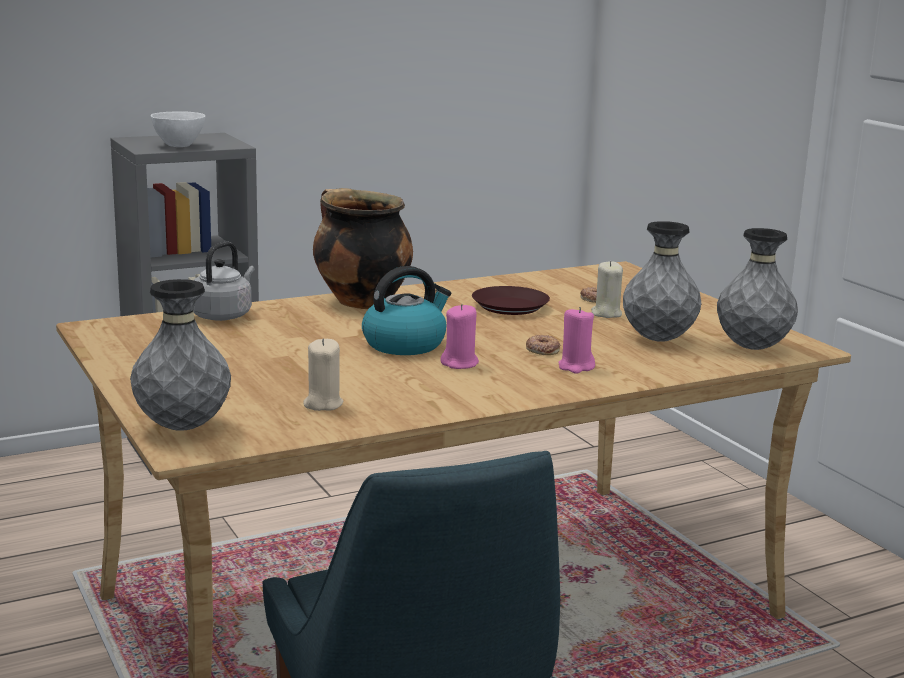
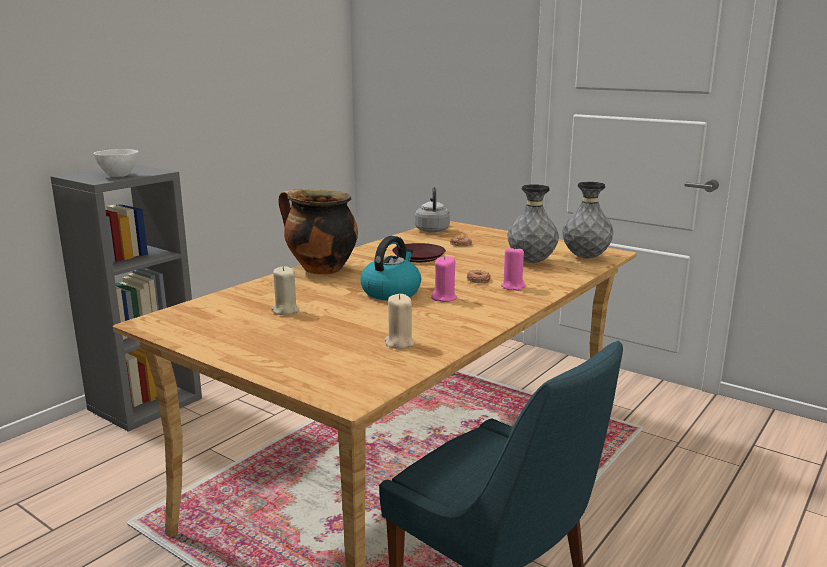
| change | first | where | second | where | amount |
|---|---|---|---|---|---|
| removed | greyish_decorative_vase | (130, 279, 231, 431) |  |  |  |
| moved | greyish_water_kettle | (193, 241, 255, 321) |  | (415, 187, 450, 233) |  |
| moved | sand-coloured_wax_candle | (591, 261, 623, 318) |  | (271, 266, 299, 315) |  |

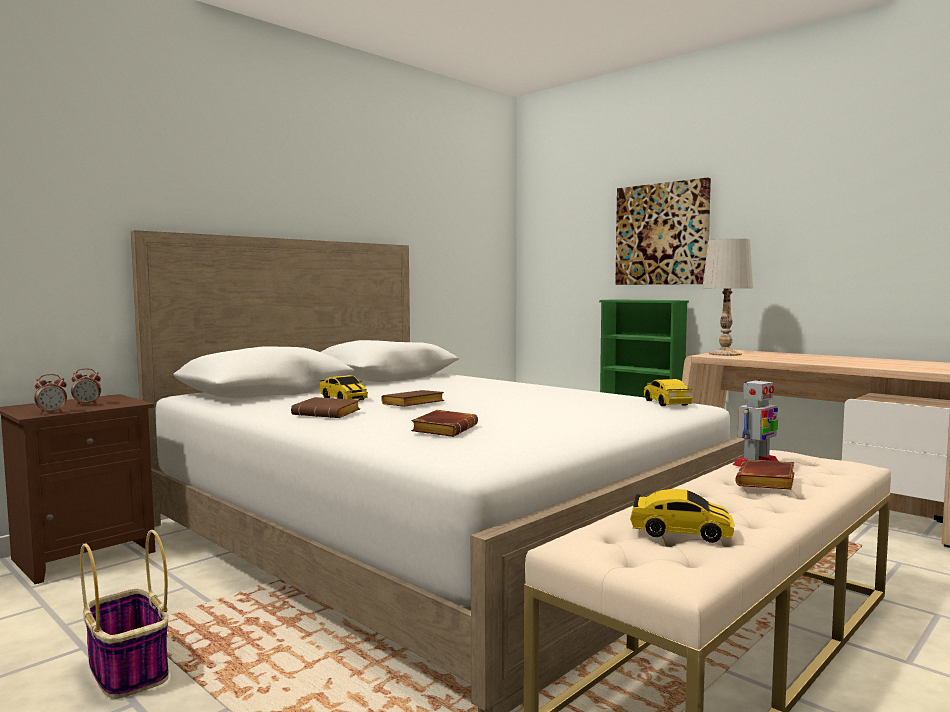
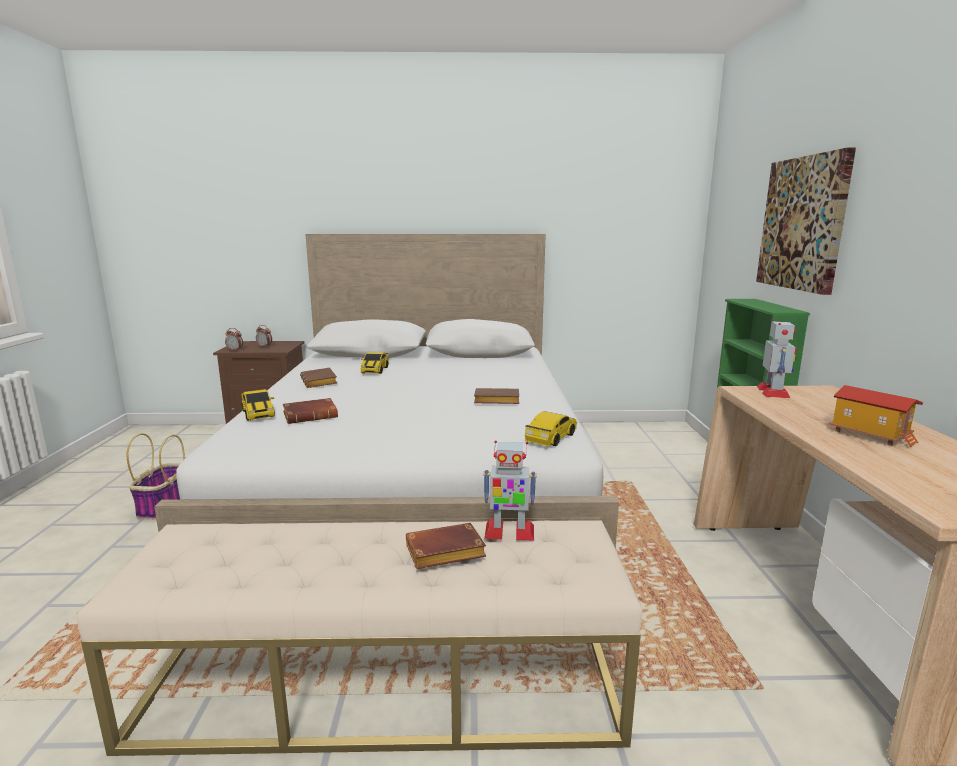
| change | first | where | second | where | amount |
|---|---|---|---|---|---|
| added |  |  | toy_house | (829, 385, 923, 447) |  |
| moved | brownish_volume | (381, 390, 444, 407) |  | (474, 388, 519, 404) |  |
| moved | model_car | (630, 489, 734, 543) |  | (241, 389, 275, 421) |  |
| replaced | white-coloured_table_lamp | (702, 239, 753, 356) | model_robot | (757, 319, 797, 398) |  |

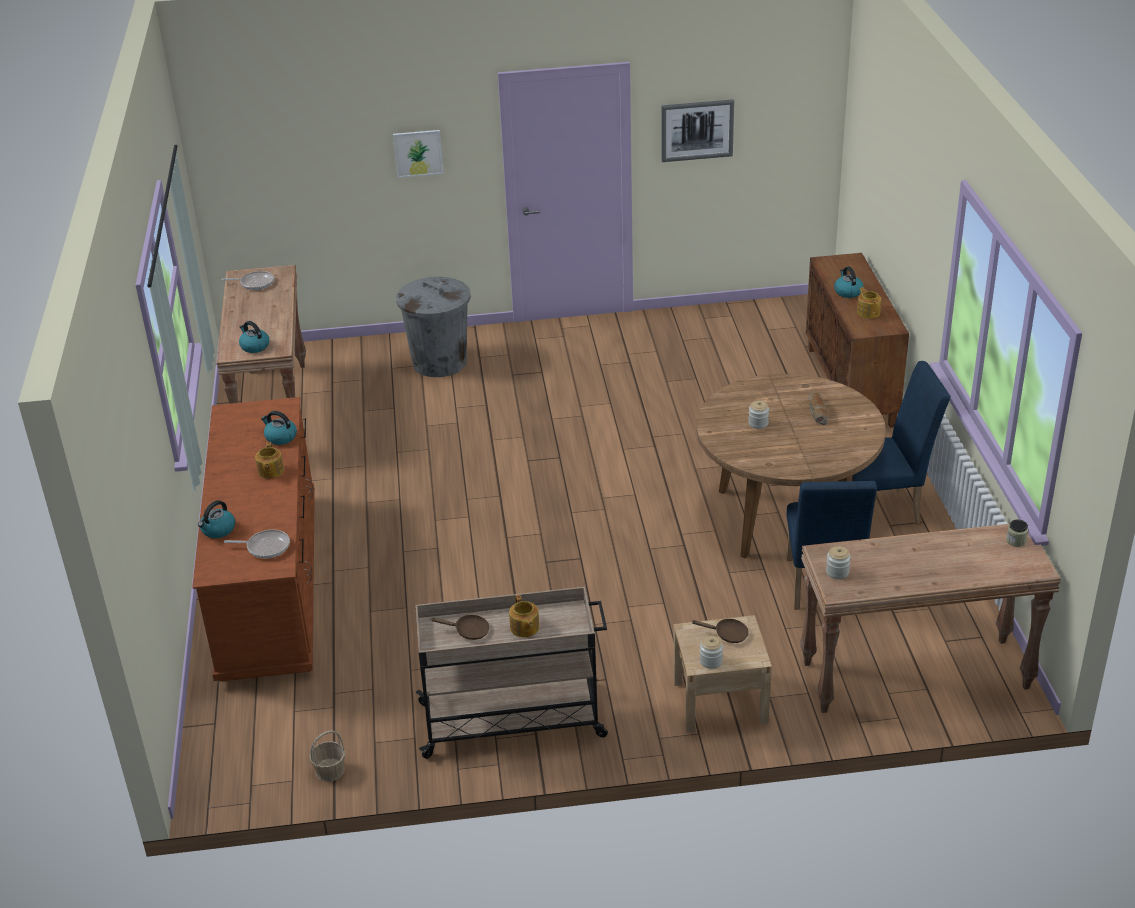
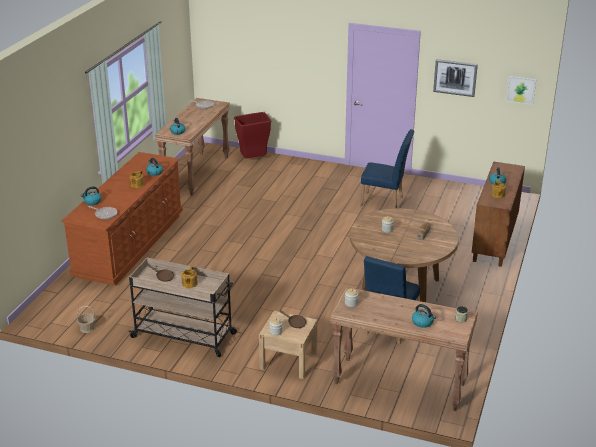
| change | first | where | second | where | amount |
|---|---|---|---|---|---|
| removed | greyish_waste_bin | (396, 277, 471, 377) |  |  |  |
| added |  |  | reddish_waste_bin | (234, 112, 271, 158) |  |
| added |  |  | water_kettle | (412, 304, 436, 328) |  |
| moved | wall_art | (393, 130, 443, 178) |  | (506, 76, 536, 105) |  |
| moved | blue-coloured_chair | (834, 361, 951, 525) |  | (360, 129, 414, 208) |  |

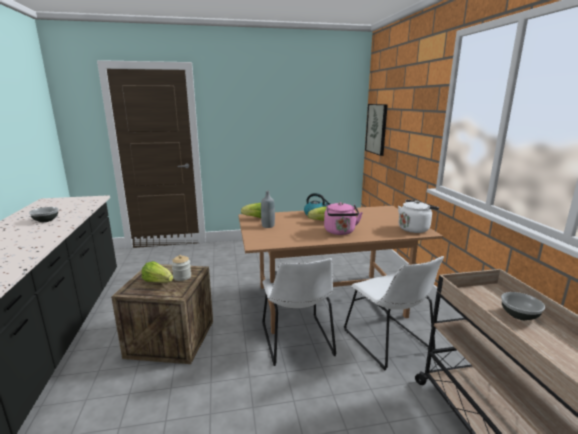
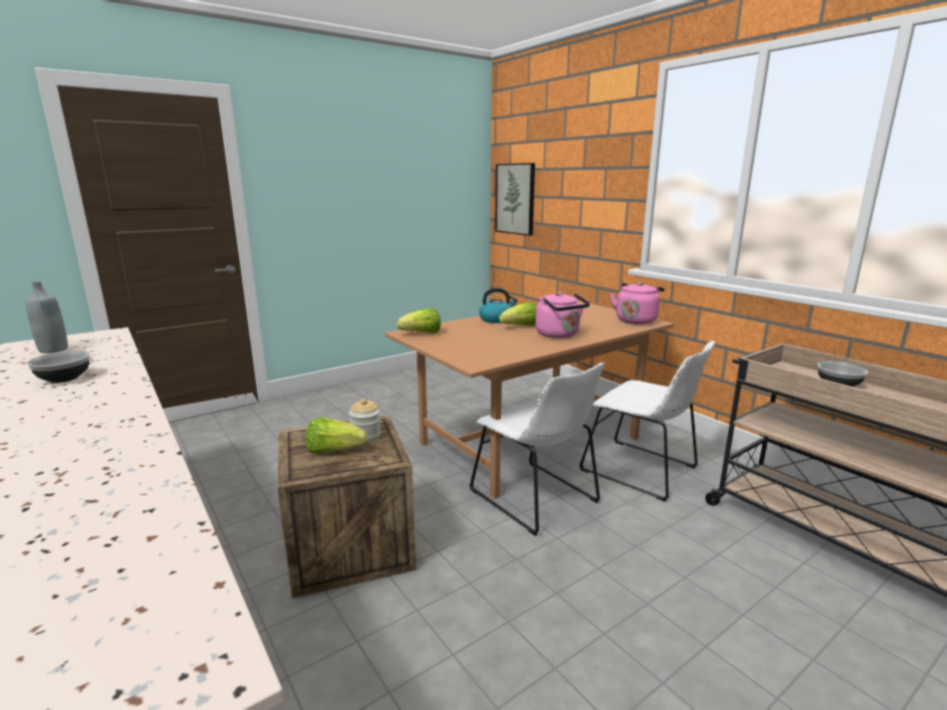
| change | first | where | second | where | amount |
|---|---|---|---|---|---|
| moved | greyish_drink_bottle | (261, 191, 275, 228) |  | (26, 281, 68, 353) |  |
| recoloured | white-coloured_water_kettle | (398, 199, 439, 233) | pinkish_water_kettle | (610, 282, 665, 324) |  |

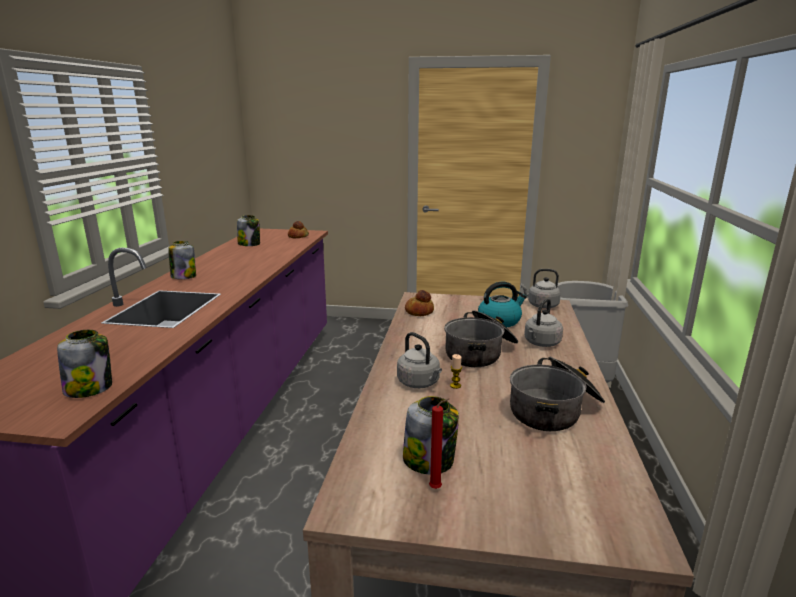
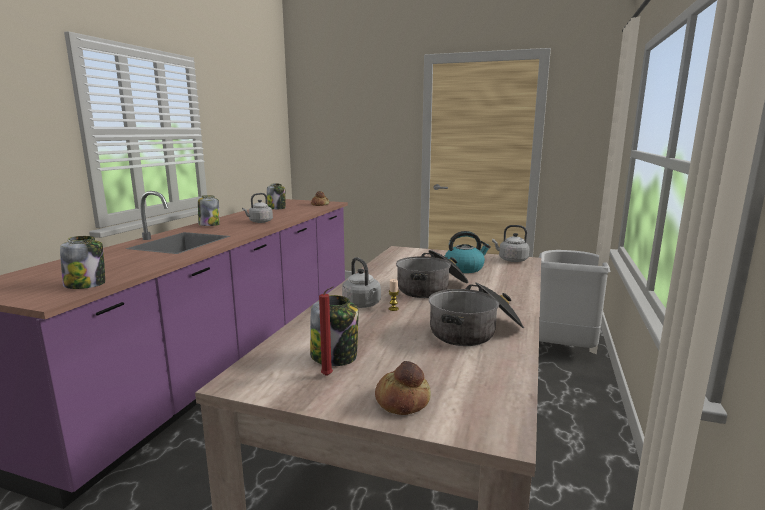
| change | first | where | second | where | amount |
|---|---|---|---|---|---|
| moved | baked_bread | (405, 290, 434, 316) |  | (375, 361, 431, 415) |  |
| moved | greyish_water_kettle | (524, 298, 563, 347) |  | (242, 193, 273, 223) |  |

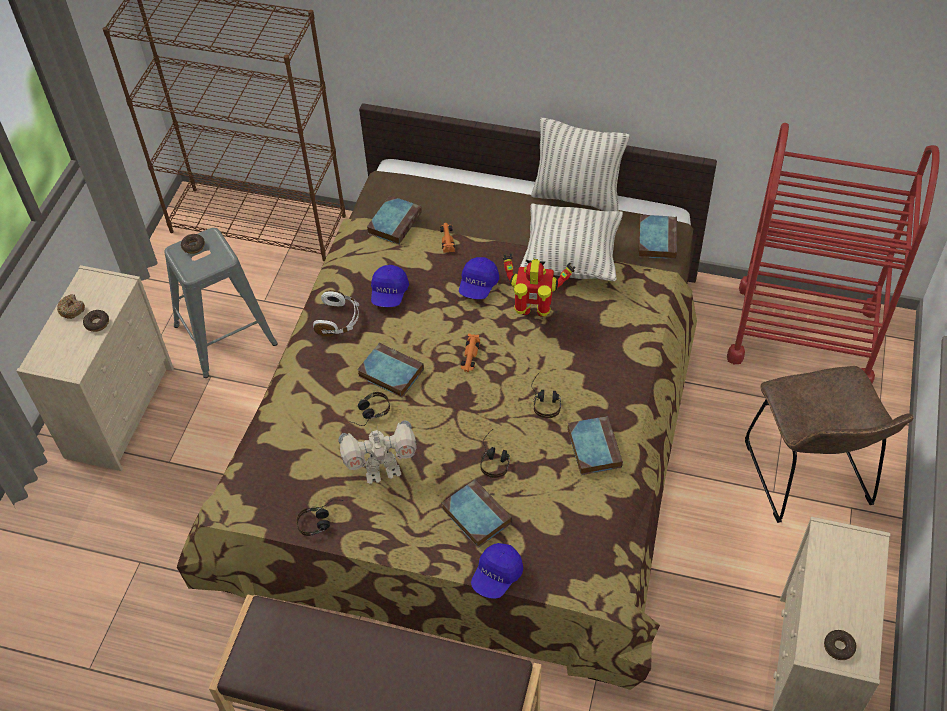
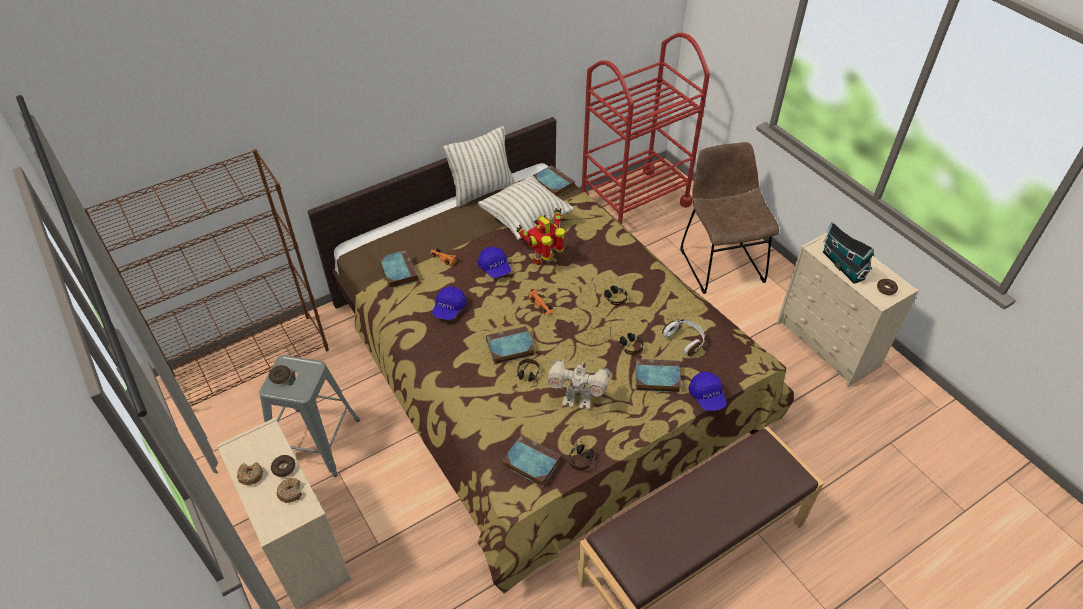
| change | first | where | second | where | amount |
|---|---|---|---|---|---|
| added |  |  | ring_doughnut | (277, 478, 302, 503) |  |
| added |  |  | toy_house | (823, 222, 874, 284) |  |
| moved | white-coloured_headphones | (313, 290, 359, 337) |  | (662, 319, 706, 356) |  |
| moved | volume | (567, 416, 623, 475) |  | (503, 435, 561, 487) |  |
| turned | model_robot | (339, 420, 417, 484) |  | (547, 359, 610, 409) | 75 degrees clockwise |
| turned | blue-coloured_peaked_cap | (371, 265, 409, 307) |  | (432, 287, 467, 320) | 60 degrees clockwise |
| turned | brownish_chair | (745, 366, 914, 523) |  | (680, 142, 779, 294) | 135 degrees counterclockwise |

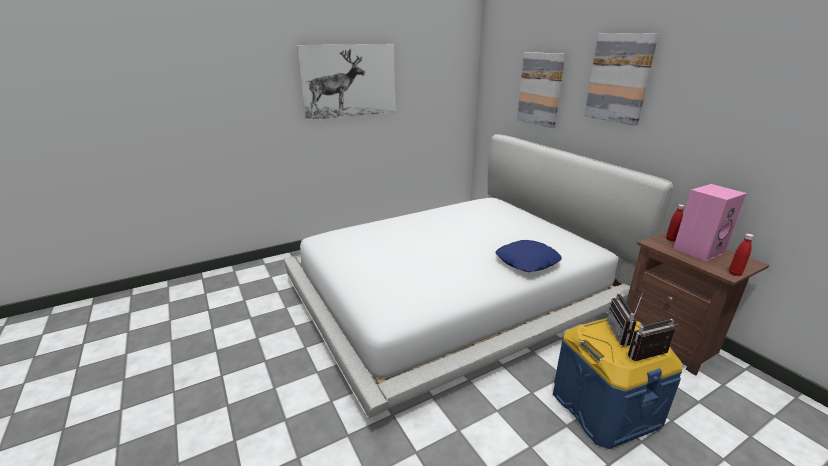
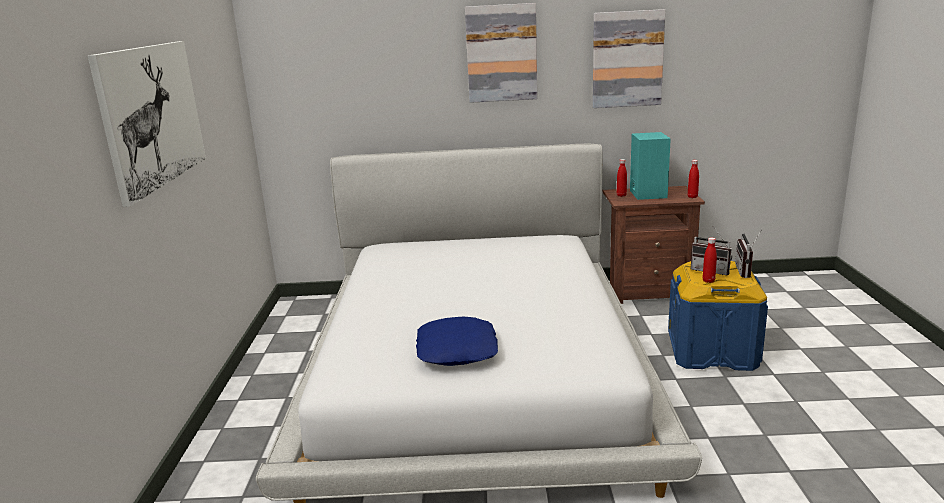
| change | first | where | second | where | amount |
|---|---|---|---|---|---|
| added |  |  | reddish_drink_bottle | (703, 238, 717, 283) |  |
| moved | blue-coloured_cushion | (496, 240, 562, 272) |  | (416, 317, 498, 366) |  |
| moved | wall_art | (517, 52, 565, 128) |  | (593, 9, 665, 108) |  |
| recoloured | pinkish_audio_speaker | (673, 184, 747, 261) | blue-green_audio_speaker | (630, 132, 671, 200) |  |

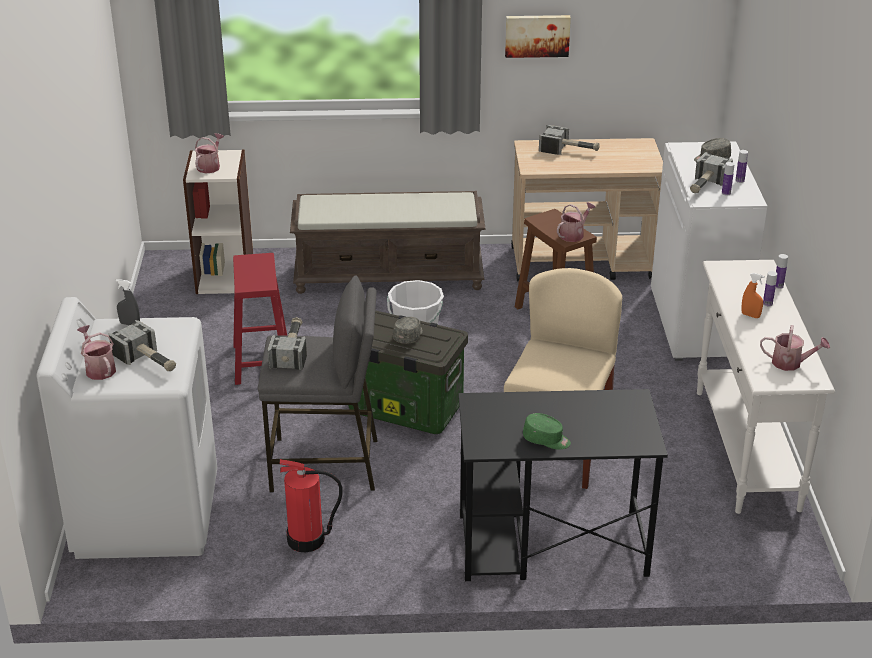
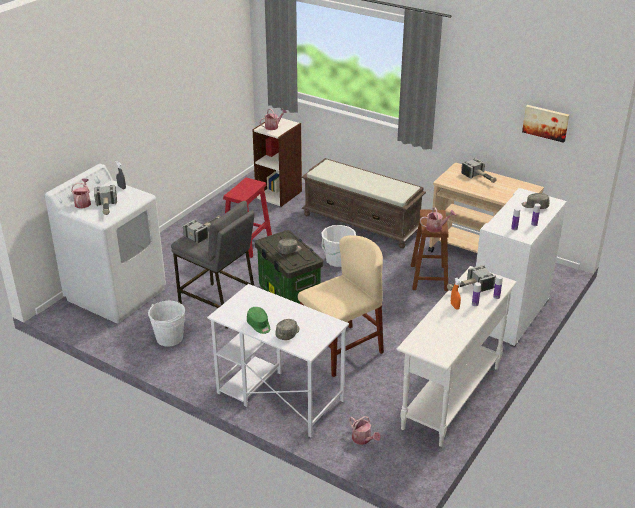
| change | first | where | second | where | amount |
|---|---|---|---|---|---|
| added |  |  | greyish_peaked_cap | (275, 319, 299, 340) |  |
| moved | wall_art | (505, 15, 571, 58) |  | (522, 105, 569, 143) |  |
| moved | hammer | (690, 152, 733, 193) |  | (447, 265, 496, 292) |  |
| moved | watering_can | (760, 325, 830, 371) |  | (349, 416, 381, 445) |  |
| replaced | fire-fighting_cylinder | (280, 459, 342, 552) | white-coloured_pail | (148, 301, 185, 347) |  |
| recoloured | black-coloured_desk_unit | (458, 389, 668, 581) | white-coloured_desk_unit | (207, 284, 349, 437) |  |

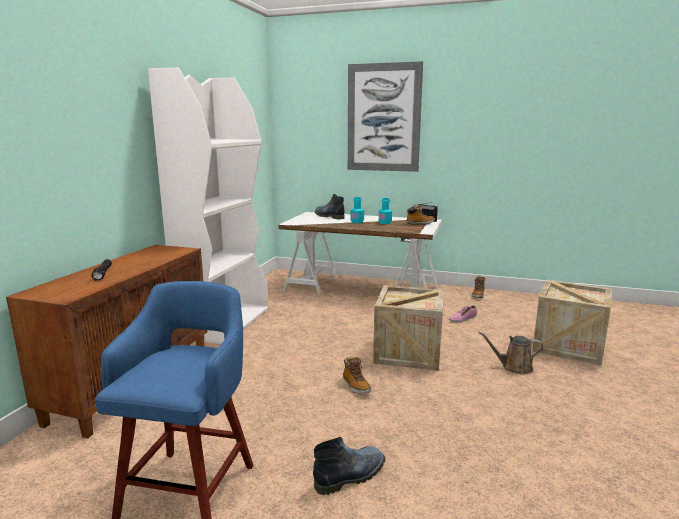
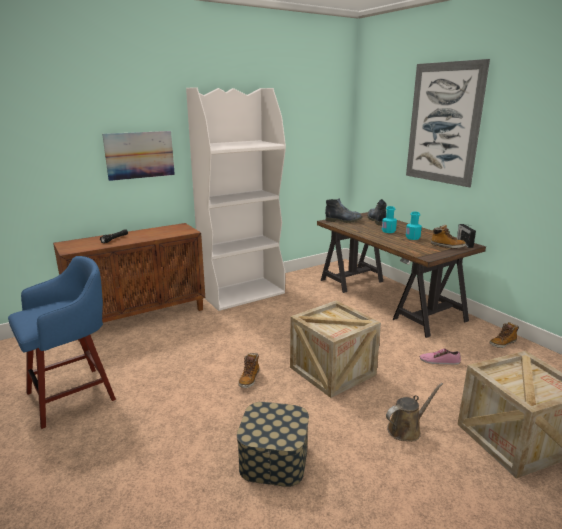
| change | first | where | second | where | amount |
|---|---|---|---|---|---|
| added |  |  | wall_art | (102, 131, 175, 181) |  |
| added |  |  | storage_box | (237, 402, 309, 487) |  |
| moved | high-top_boot | (313, 437, 386, 495) |  | (325, 198, 363, 223) |  |
| recoloured | white-coloured_desk_unit | (278, 212, 442, 295) | brownish_desk_unit | (317, 212, 486, 338) |  |
| turned | brownish_watering_can | (478, 332, 543, 374) |  | (386, 383, 443, 442) | 105 degrees clockwise |

